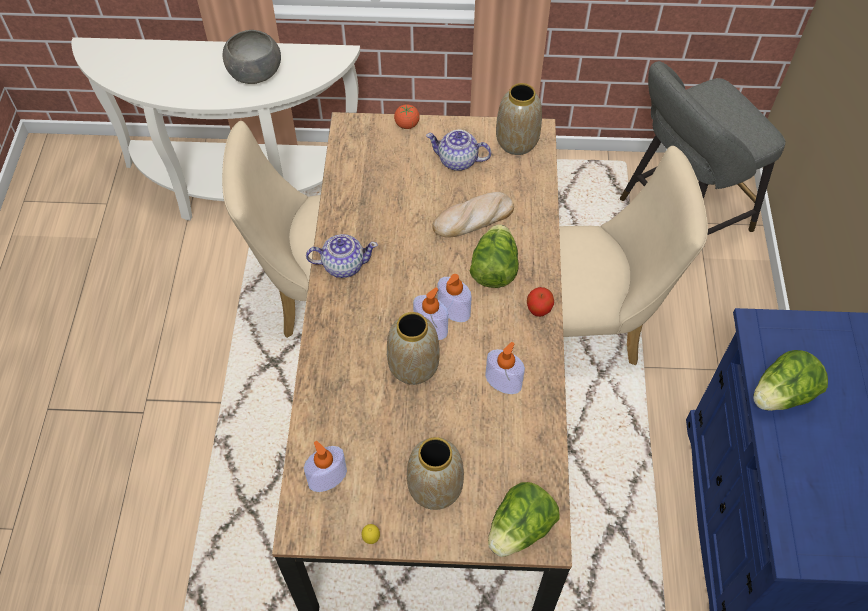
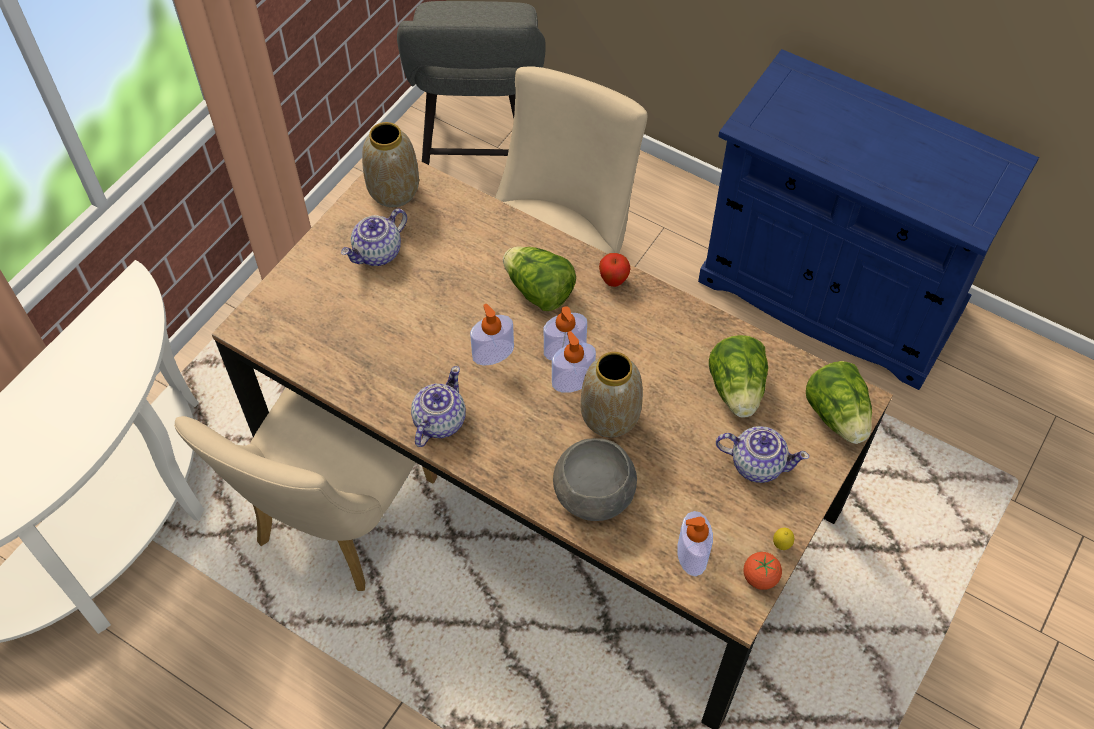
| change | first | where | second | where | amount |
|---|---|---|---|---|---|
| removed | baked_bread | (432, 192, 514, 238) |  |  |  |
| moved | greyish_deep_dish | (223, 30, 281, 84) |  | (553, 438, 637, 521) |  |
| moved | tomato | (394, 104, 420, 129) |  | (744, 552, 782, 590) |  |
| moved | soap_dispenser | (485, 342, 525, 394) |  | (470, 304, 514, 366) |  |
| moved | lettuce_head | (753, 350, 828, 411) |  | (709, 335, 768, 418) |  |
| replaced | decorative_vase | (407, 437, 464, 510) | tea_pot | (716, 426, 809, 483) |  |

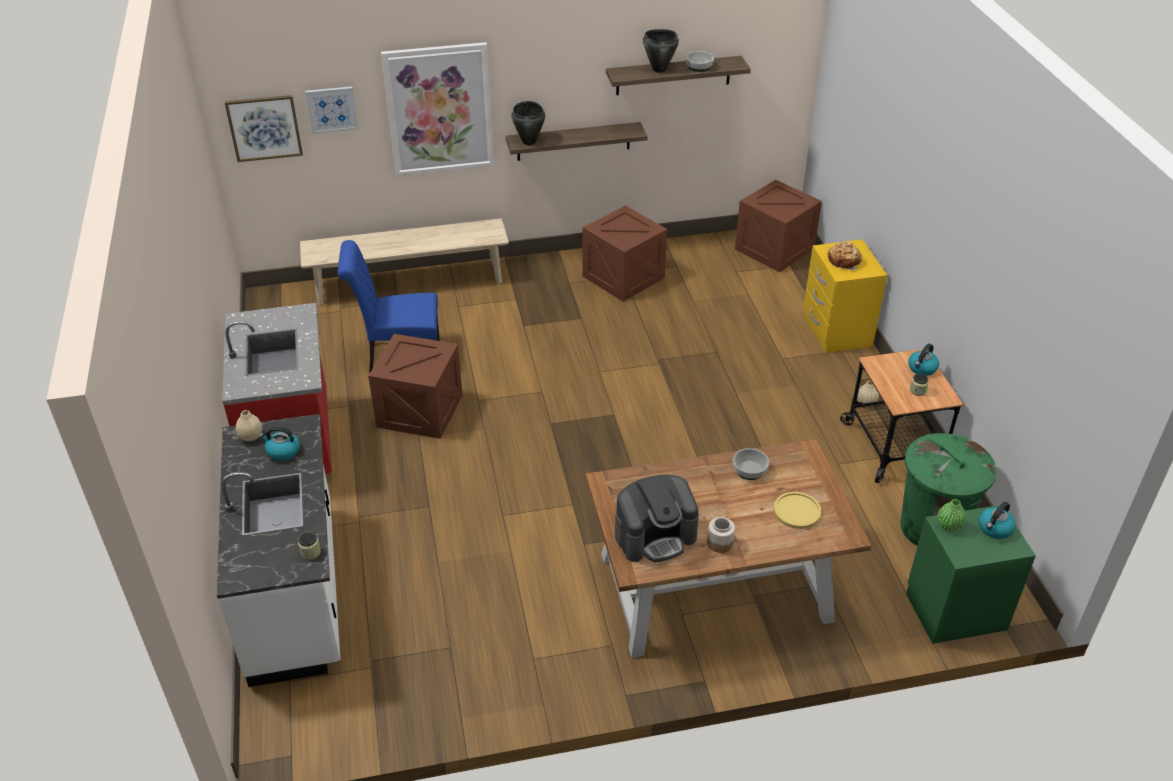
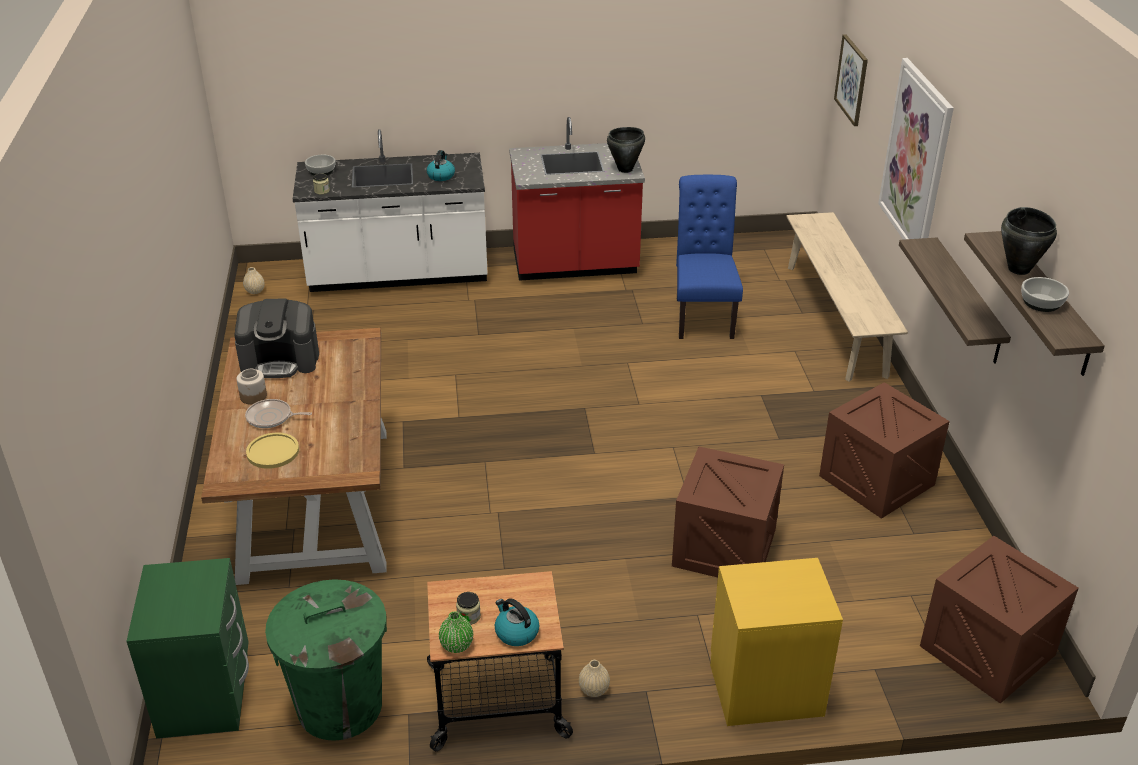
| change | first | where | second | where | amount |
|---|---|---|---|---|---|
| removed | wall_art | (305, 87, 358, 134) |  |  |  |
| removed | baked_bread | (827, 242, 862, 271) |  |  |  |
| removed | water_kettle | (979, 502, 1016, 539) |  |  |  |
| added |  |  | pan | (245, 399, 312, 428) |  |
| moved | sand-coloured_decorative_vase | (236, 410, 262, 441) |  | (243, 267, 265, 294) |  |
| moved | packing_crate | (368, 334, 462, 439) |  | (672, 447, 784, 577) |  |
| moved | black-coloured_saucepot | (511, 101, 545, 145) |  | (607, 127, 645, 173) |  |
| moved | deep_dish | (733, 448, 769, 480) |  | (305, 155, 336, 175) |  |
| moved | greenish_decorative_vase | (938, 499, 966, 531) |  | (439, 611, 473, 653) |  |
| turned | coffee_brewer | (615, 475, 699, 562) |  | (235, 298, 319, 378) | 75 degrees counterclockwise |

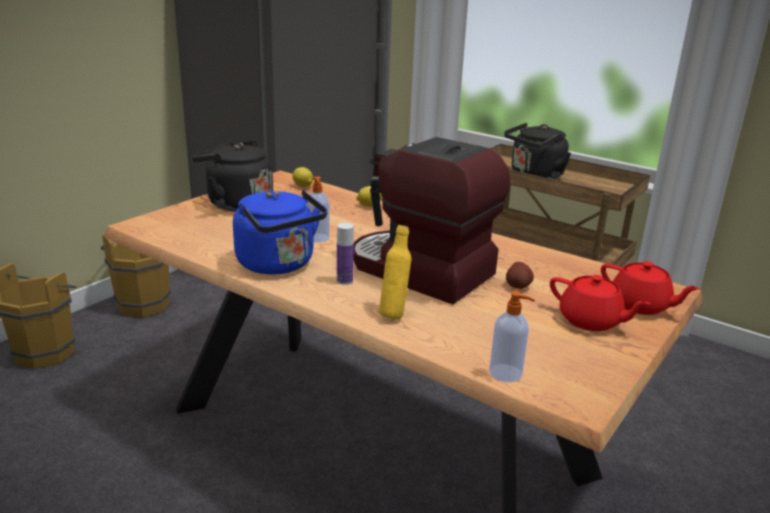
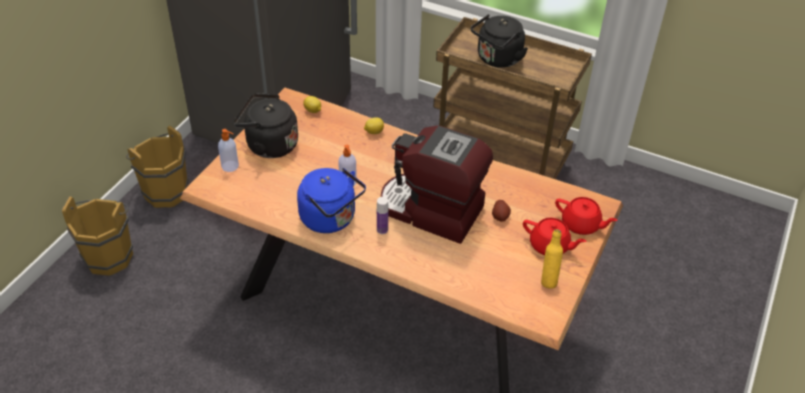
| change | first | where | second | where | amount |
|---|---|---|---|---|---|
| moved | yellow_drink_bottle | (379, 225, 411, 319) |  | (541, 229, 563, 289) |  |
| moved | soap_dispenser | (489, 291, 535, 383) |  | (218, 129, 239, 172) |  |

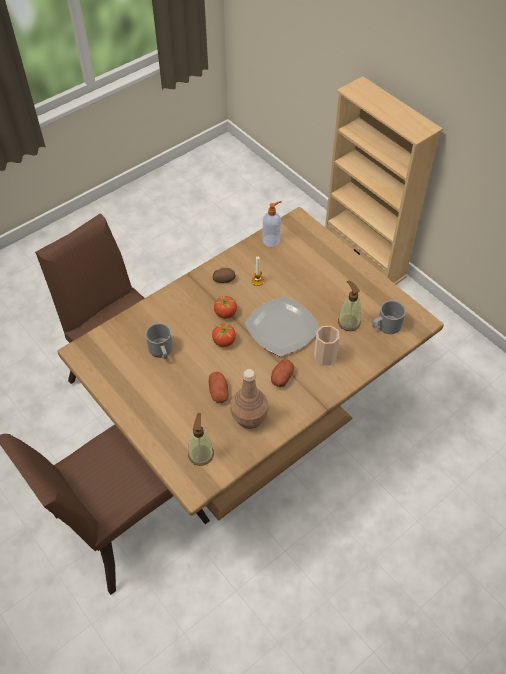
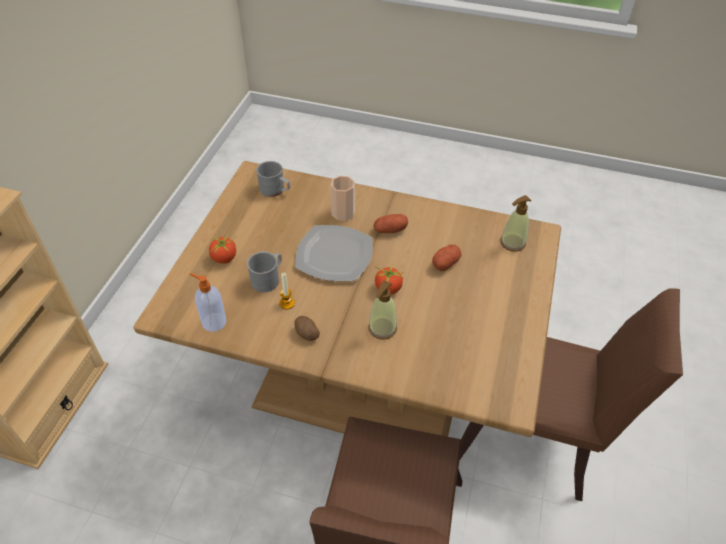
| change | first | where | second | where | amount |
|---|---|---|---|---|---|
| removed | brownish_drink_bottle | (231, 369, 268, 429) |  |  |  |
| moved | greyish_tea_mug | (145, 323, 173, 359) |  | (247, 252, 282, 292) |  |
| moved | tomato | (214, 294, 237, 319) |  | (209, 231, 236, 264) |  |
| moved | soap_dispenser | (338, 280, 361, 331) |  | (368, 280, 397, 340) |  |

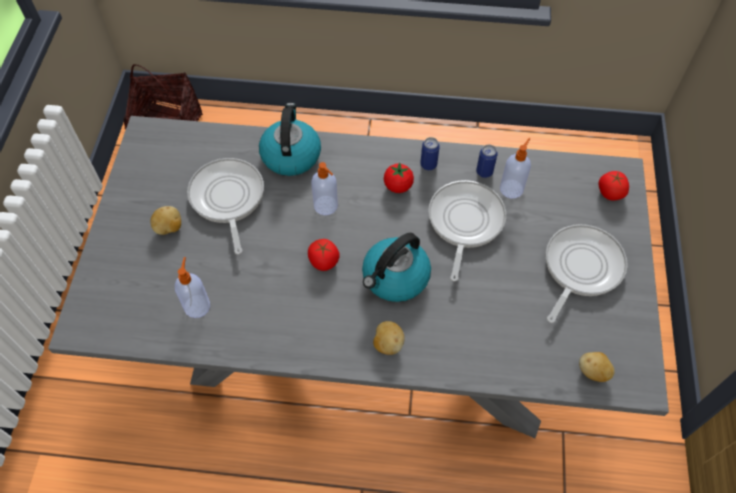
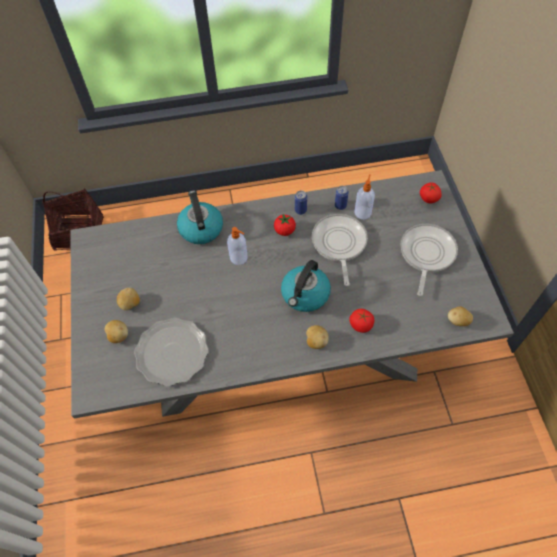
| change | first | where | second | where | amount |
|---|---|---|---|---|---|
| removed | pan | (187, 158, 264, 254) |  |  |  |
| added |  |  | potato | (105, 320, 128, 343) |  |
| moved | tomato | (308, 239, 340, 271) |  | (349, 309, 375, 333) |  |
| replaced | soap_dispenser | (175, 257, 210, 318) | flat_dish | (134, 318, 209, 386) |  |

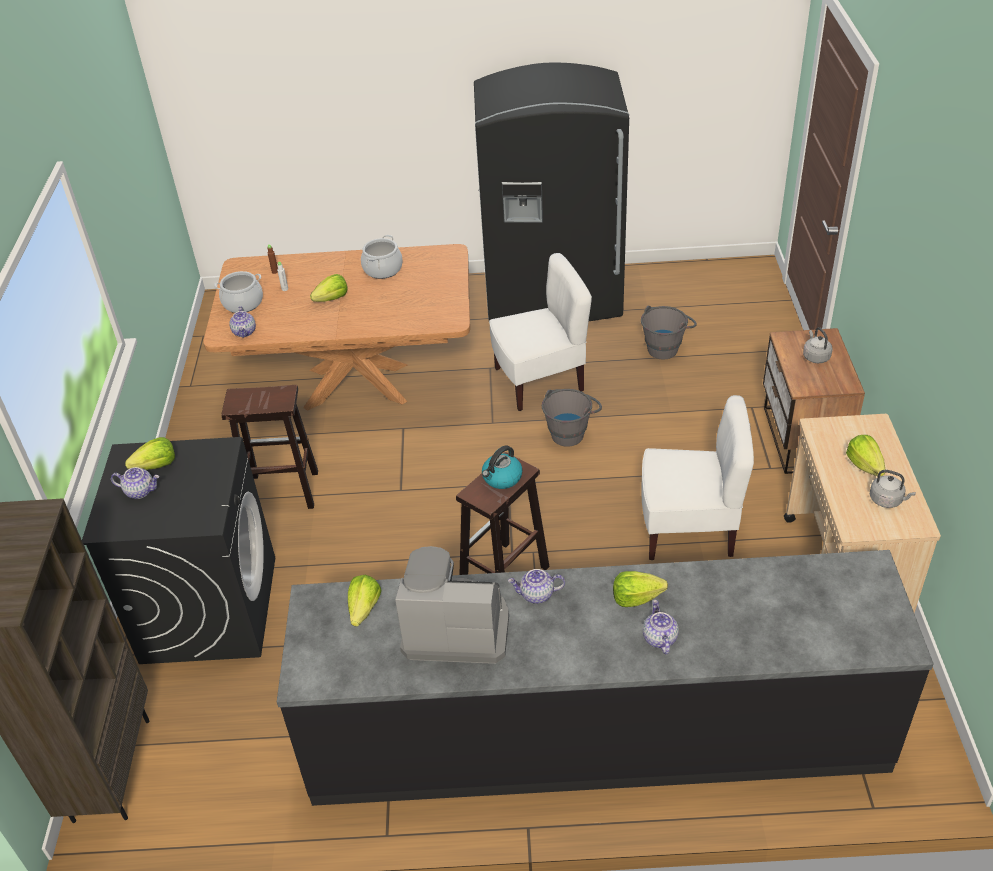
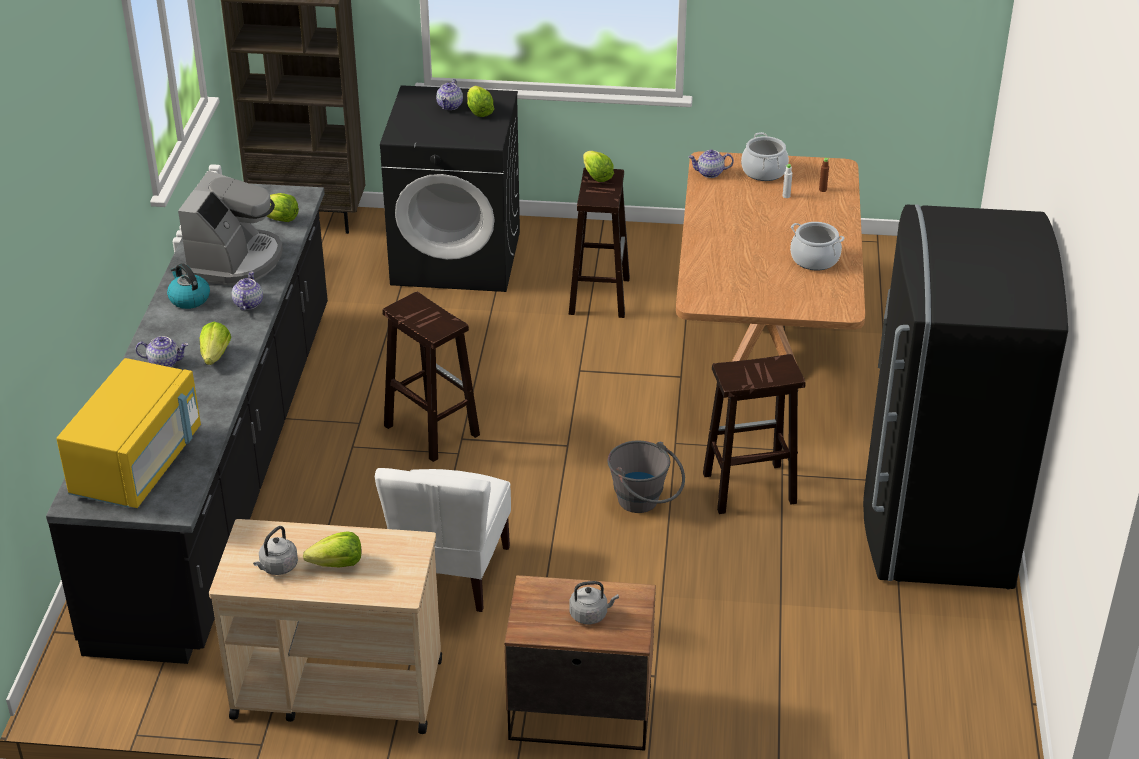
| change | first | where | second | where | amount |
|---|---|---|---|---|---|
| removed | greyish_pail | (641, 306, 697, 359) |  |  |  |
| added |  |  | yellow_microwave_oven | (56, 358, 201, 508) |  |
| moved | lettuce_head | (310, 274, 347, 302) |  | (583, 151, 614, 182) |  |
| moved | water_kettle | (482, 446, 523, 489) |  | (167, 263, 210, 309) |  |
| replaced | white-coloured_chair | (489, 253, 592, 411) | brownish_stool | (703, 354, 806, 514) |  |

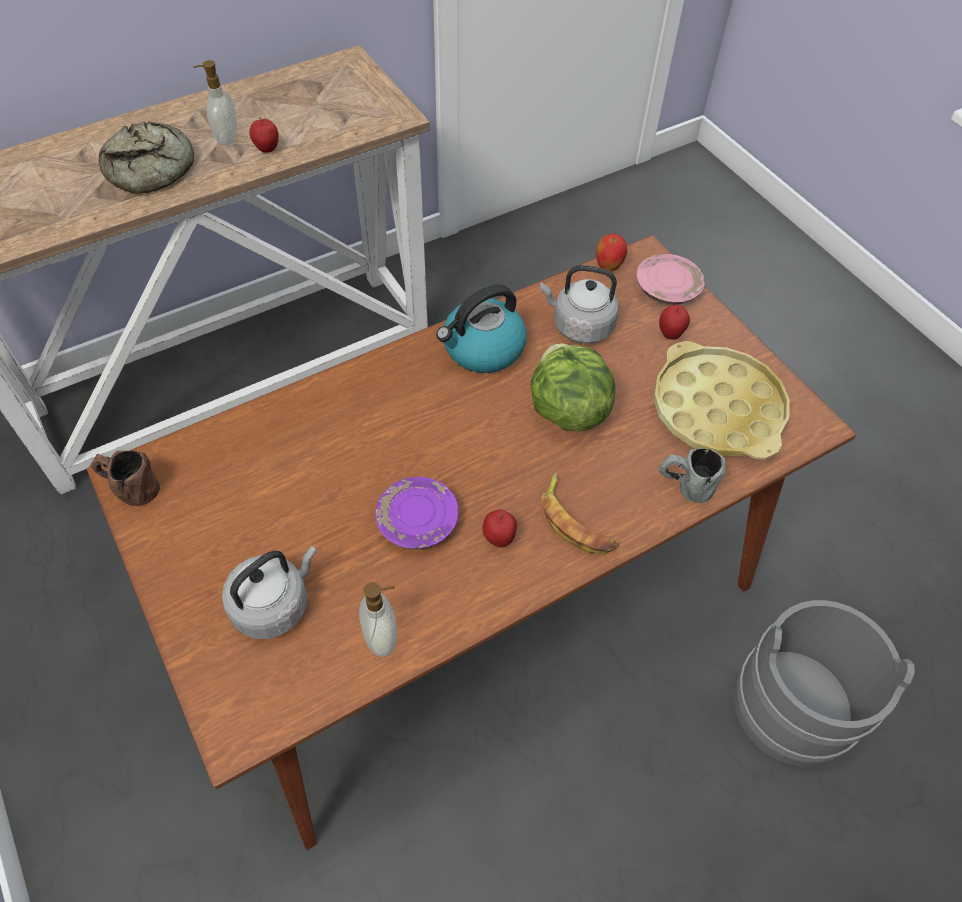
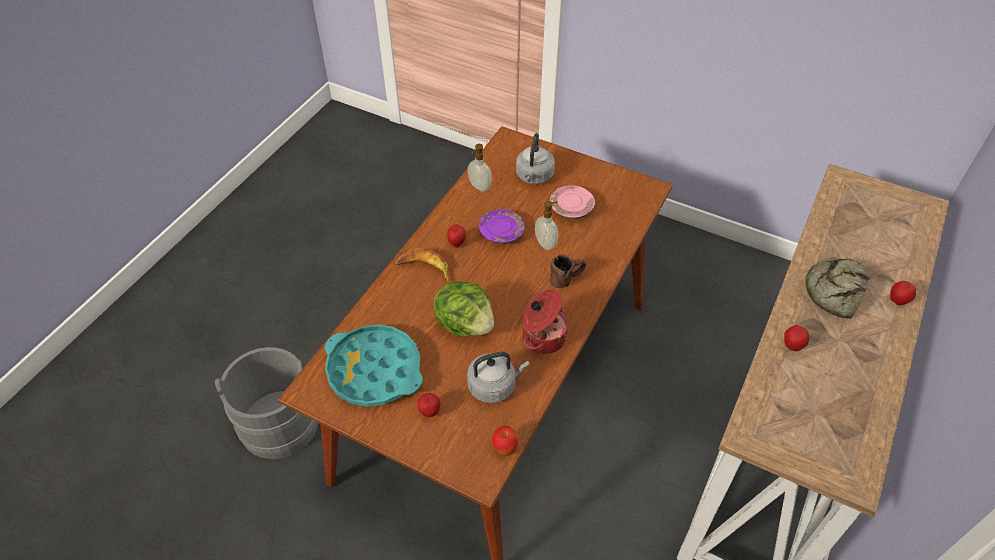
| change | first | where | second | where | amount |
|---|---|---|---|---|---|
| removed | greyish_tea_mug | (658, 448, 726, 503) |  |  |  |
| added |  |  | apple_fruit | (890, 281, 916, 305) |  |
| moved | brownish_tea_mug | (90, 450, 160, 506) |  | (550, 255, 586, 288) |  |
| moved | soap_dispenser | (193, 60, 237, 146) |  | (535, 201, 558, 250) |  |
| moved | pinkish_flat_dish | (637, 254, 705, 305) |  | (550, 185, 595, 219) |  |
| replaced | water_kettle | (436, 284, 527, 373) | saucepot | (522, 289, 568, 354) |  |
| recoloured | yellow_carrying_tray | (653, 341, 790, 459) | blue-green_carrying_tray | (325, 325, 423, 407) |  |

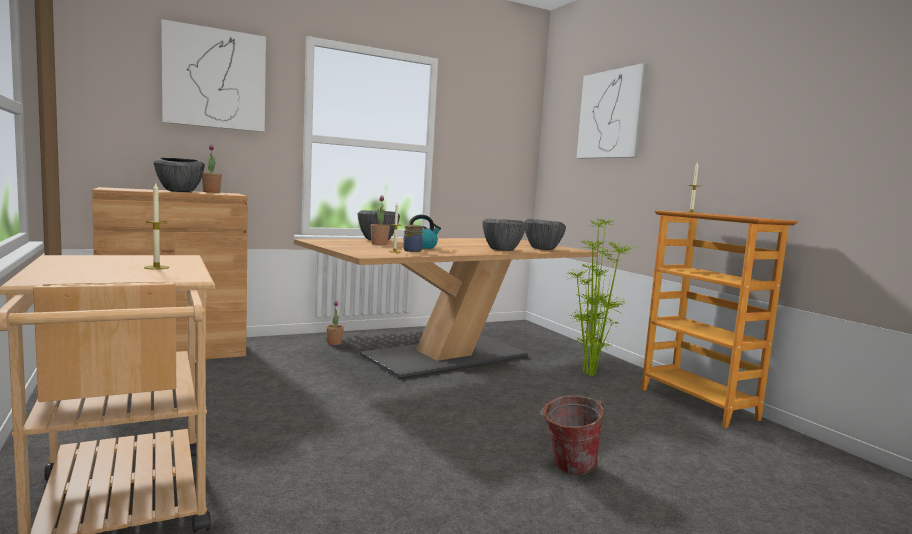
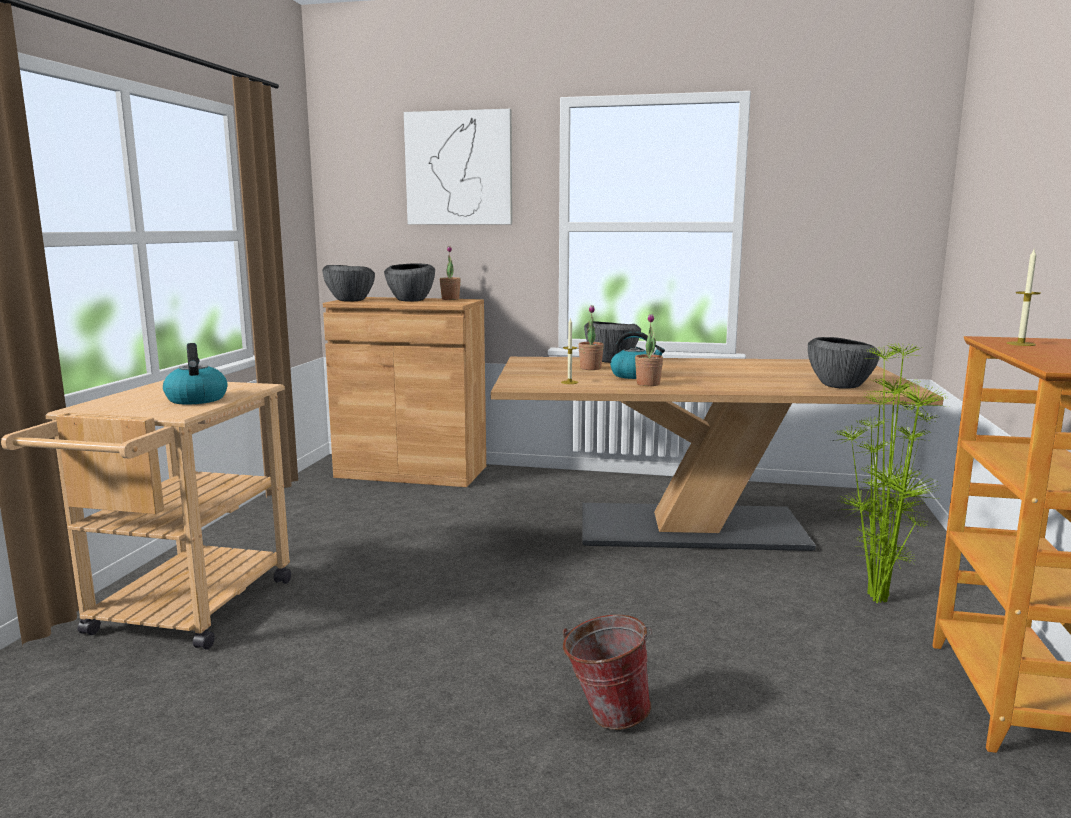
| change | first | where | second | where | amount |
|---|---|---|---|---|---|
| removed | jar | (403, 225, 423, 252) |  |  |  |
| removed | wall_art | (576, 63, 648, 158) |  |  |  |
| moved | plant_in_a_pot | (326, 301, 344, 345) |  | (635, 314, 663, 386) |  |
| moved | deep_dish | (483, 219, 526, 251) |  | (322, 265, 375, 302) |  |
| replaced | wax_candle | (144, 183, 169, 270) | water_kettle | (163, 343, 228, 404) |  |

